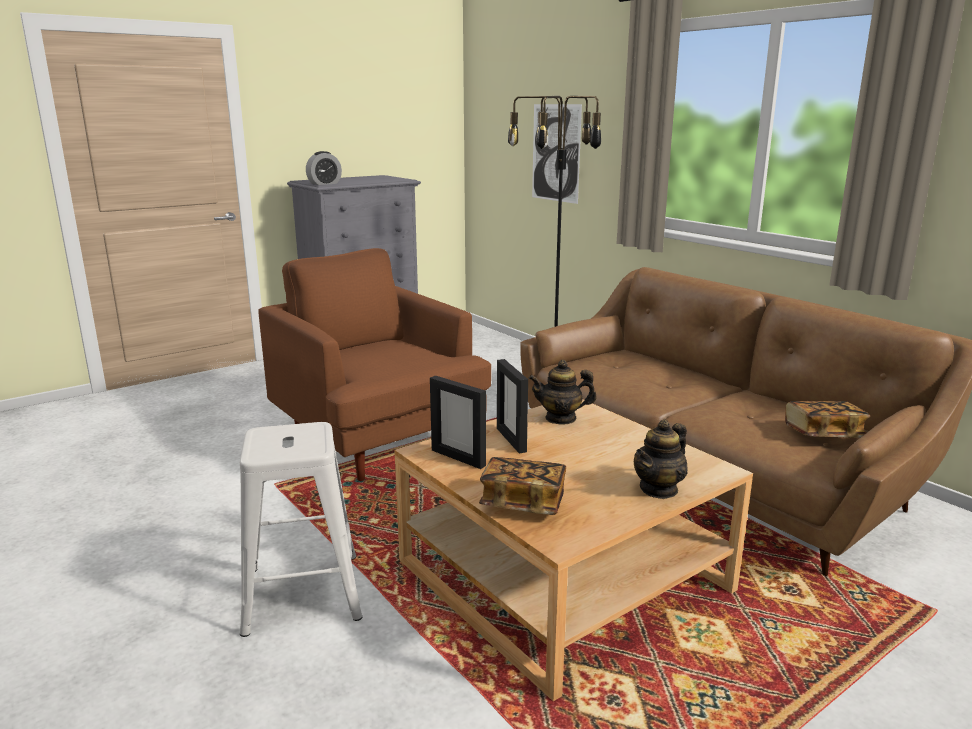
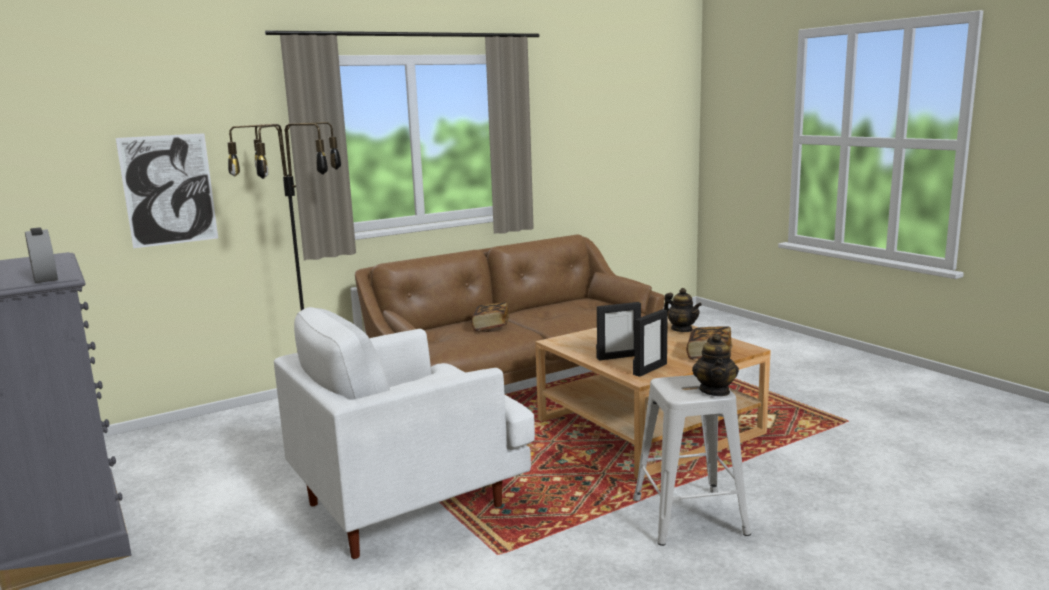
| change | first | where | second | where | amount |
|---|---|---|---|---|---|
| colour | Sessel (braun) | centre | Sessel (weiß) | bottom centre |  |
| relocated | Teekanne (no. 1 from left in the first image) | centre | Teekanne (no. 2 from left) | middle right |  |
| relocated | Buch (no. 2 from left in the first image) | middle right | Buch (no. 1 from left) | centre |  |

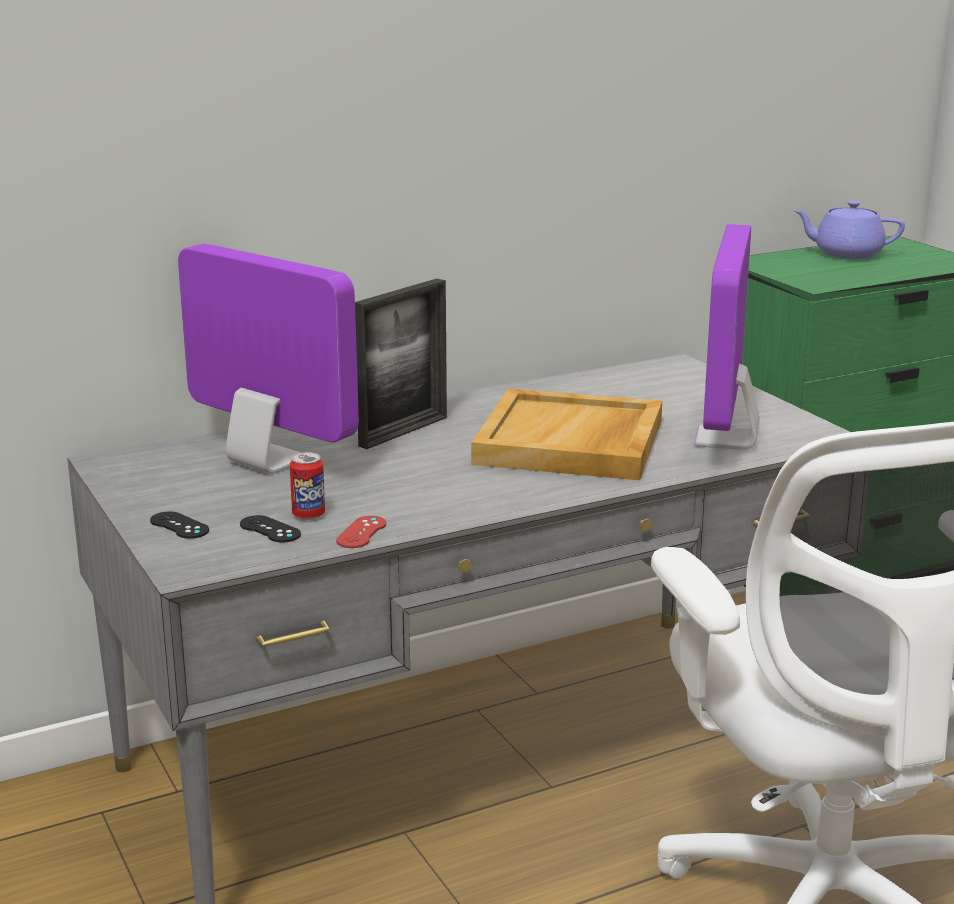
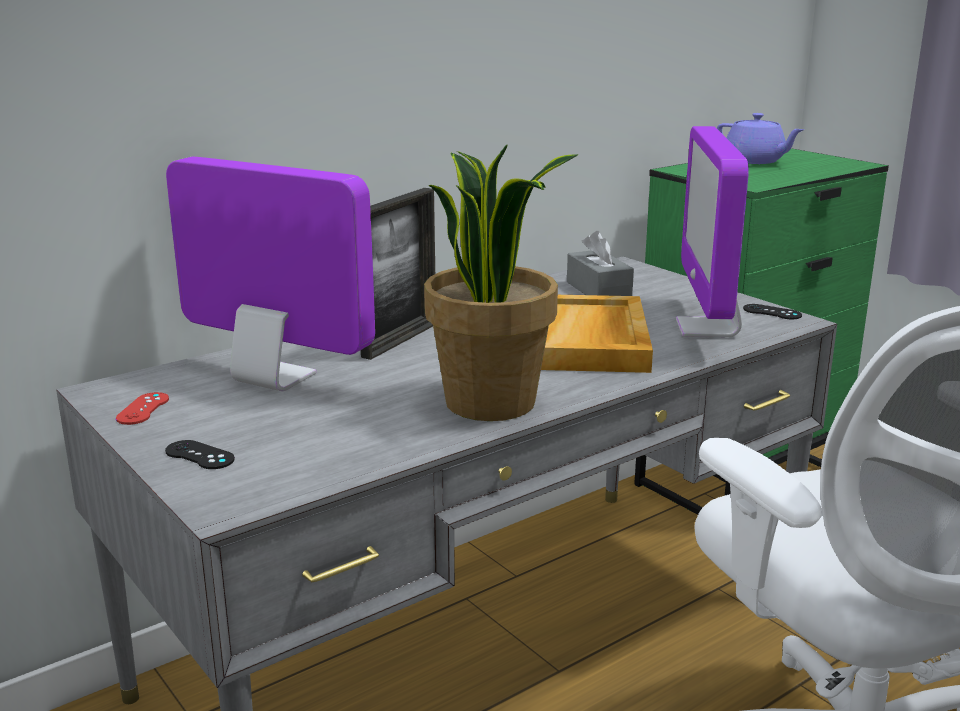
| change | first | where | second | where | amount |
|---|---|---|---|---|---|
| spun | Teekanne (lila) | top right |  | top right | 135 degrees counterclockwise |
| missing | Dose | middle left |  |  |  |
| relocated | Gamepad (schwarz) (no. 2 from left) | middle left |  | middle right |  |
| relocated | Gamepad (rot) | centre |  | middle left |  |
| appeared |  |  | Topfpflanze | centre |  |
| appeared |  |  | Taschentuchbox (grau) | centre |  |

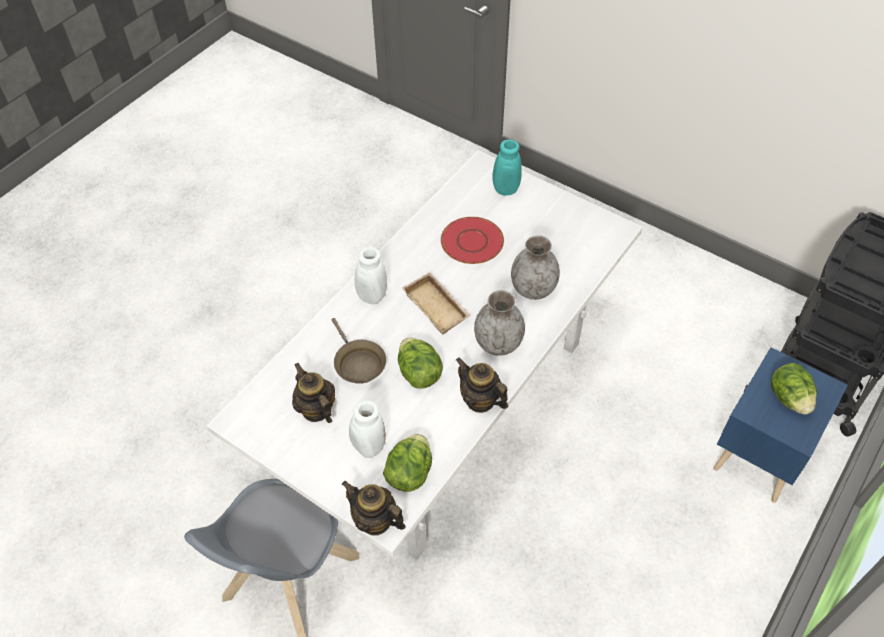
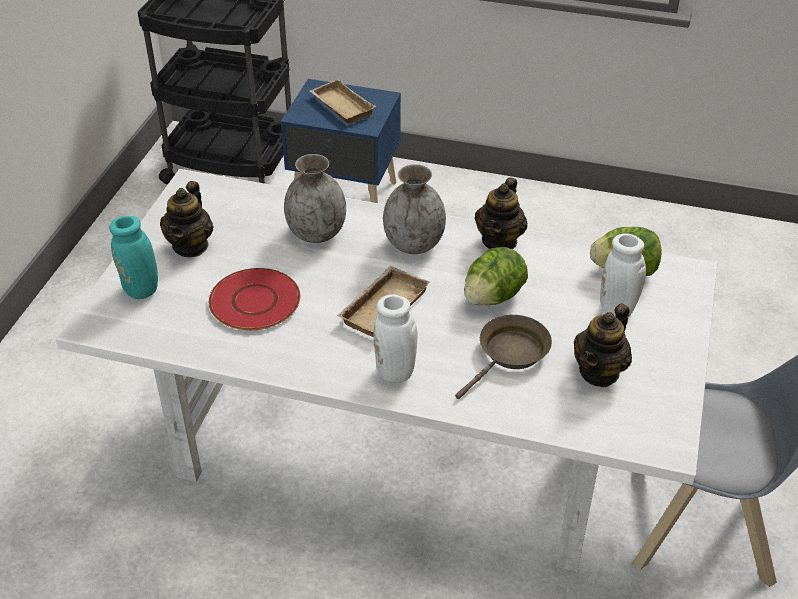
| change | first | where | second | where | amount |
|---|---|---|---|---|---|
| exchanged | Salatkopf (no. 3 from left) | middle right | Tablett (beige) (no. 1 from left) | top centre |  |
| relocated | Teekanne (no. 2 from left in the first image) | bottom centre | Teekanne (no. 1 from left) | middle left |  |

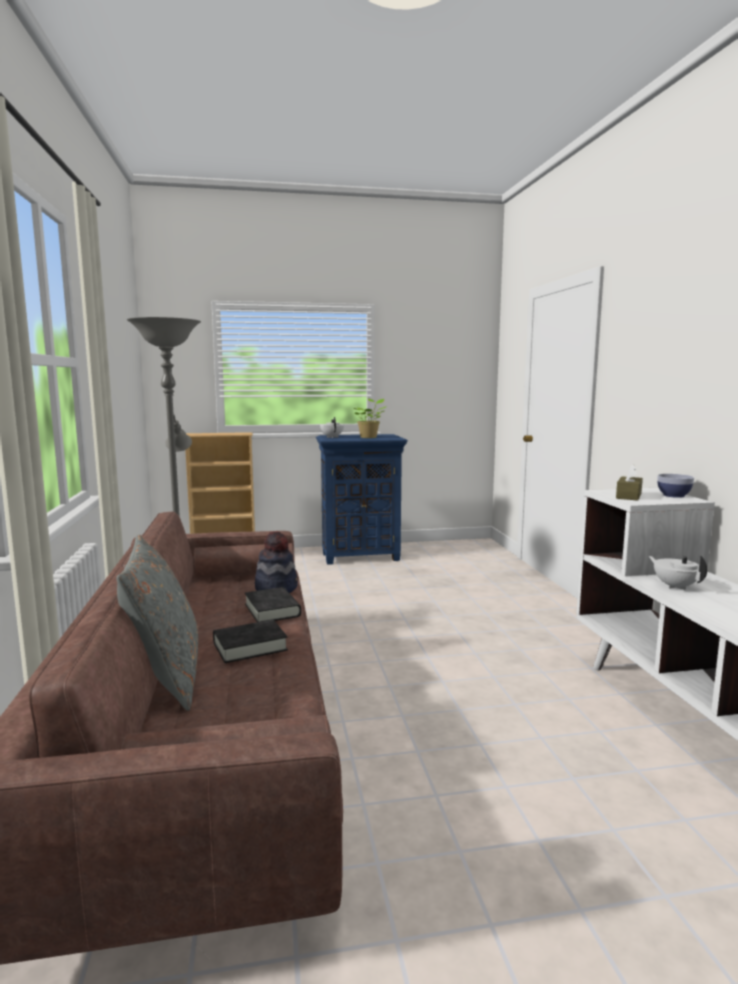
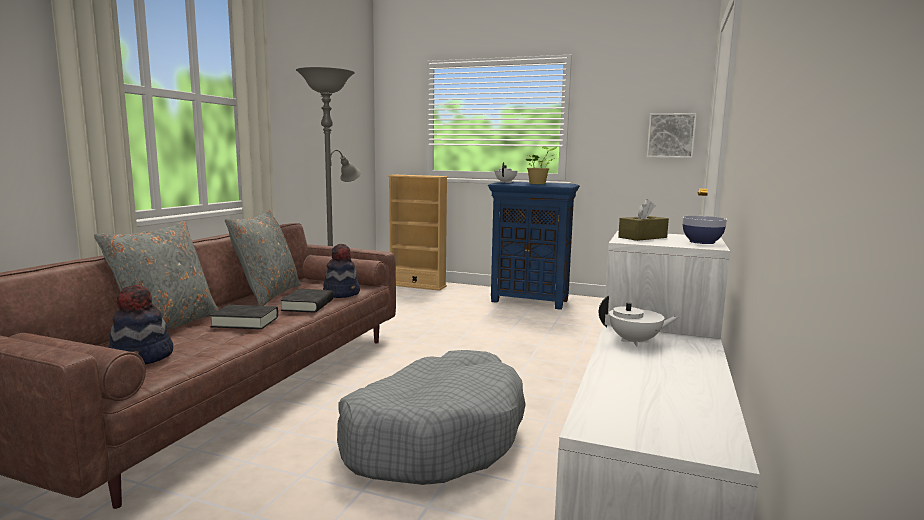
| change | first | where | second | where | amount |
|---|---|---|---|---|---|
| spun | Teekanne (weiß) (no. 2 from left) | middle right |  | middle right | 90 degrees clockwise |
| appeared |  |  | Bild | top right |  |
| appeared |  |  | Kissen (grau) (no. 2 from left) | middle left |  |
| appeared |  |  | Hut (no. 1 from left) | middle left |  |
| appeared |  |  | Hundebett (grau) | bottom centre |  |

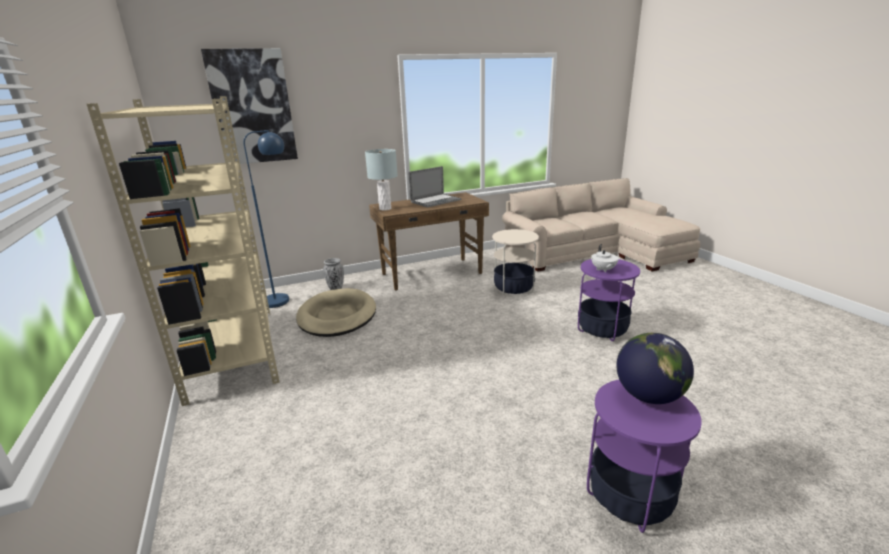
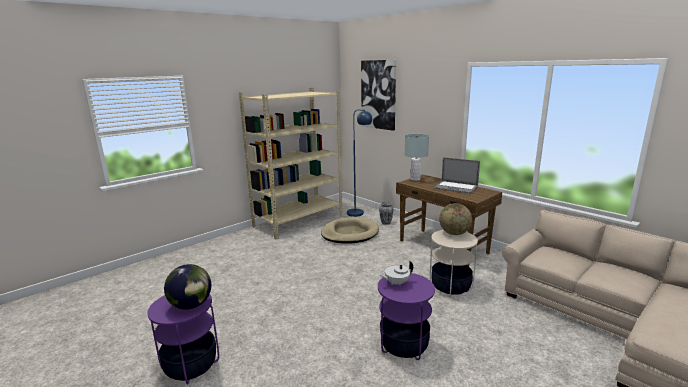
| change | first | where | second | where | amount |
|---|---|---|---|---|---|
| appeared |  |  | Globus (no. 2 from left) | centre |  |

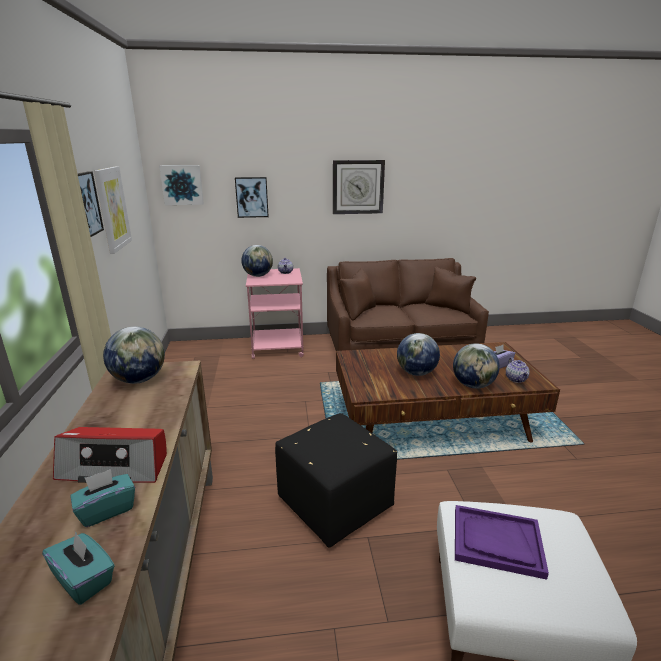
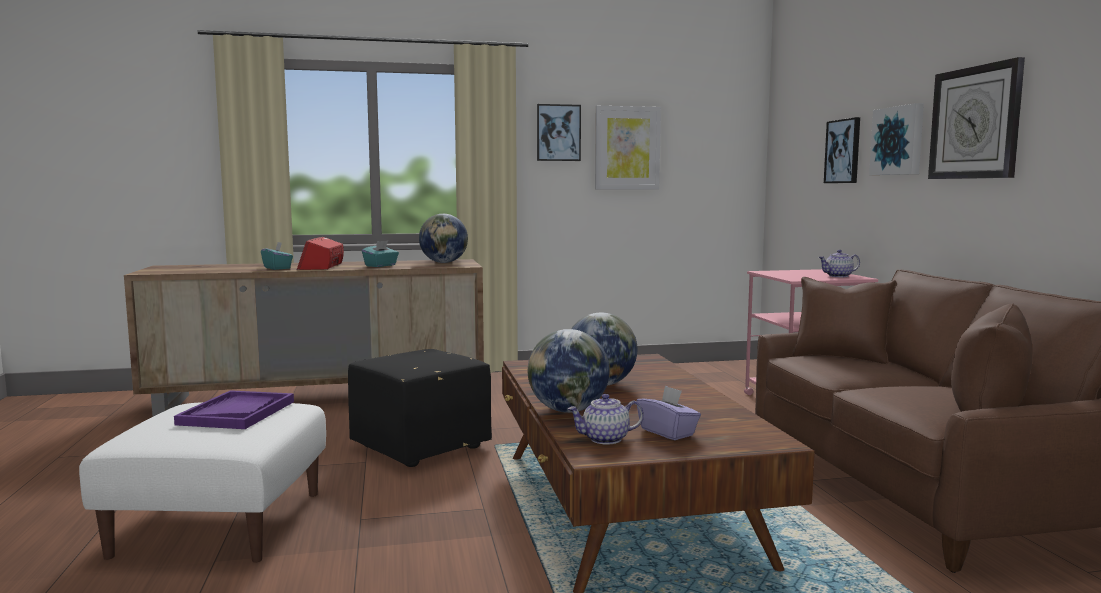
| change | first | where | second | where | amount |
|---|---|---|---|---|---|
| relocated | Bild (no. 3 from left in the first image) | top left | Bild (no. 4 from left) | top right |  |
| missing | Globus (no. 2 from left) | centre |  |  |  |
| relocated | Taschentuchbox (türkis) (no. 1 from left in the first image) | bottom left | Taschentuchbox (türkis) (no. 2 from left) | centre |  |

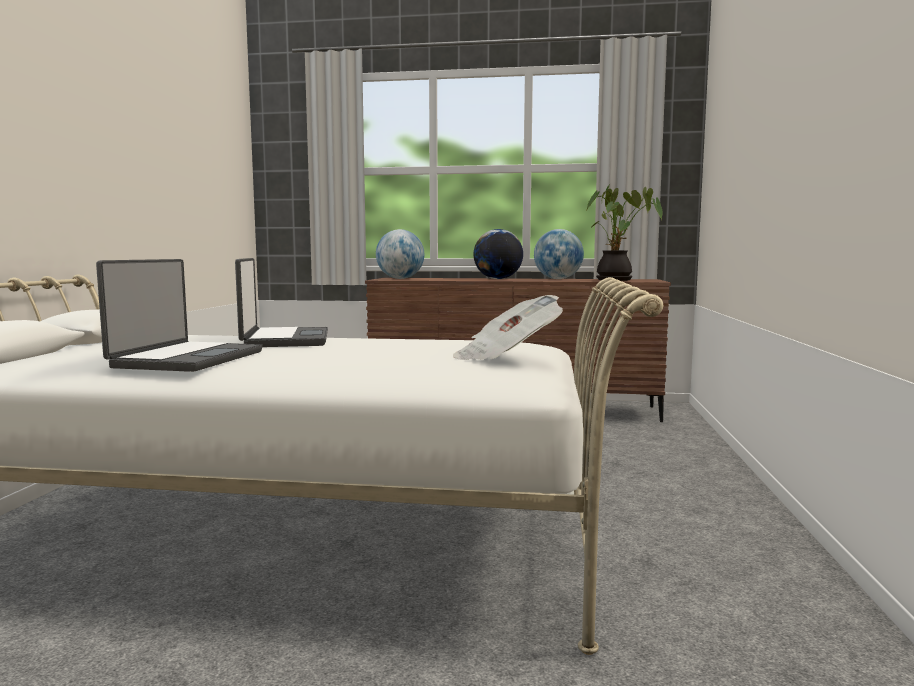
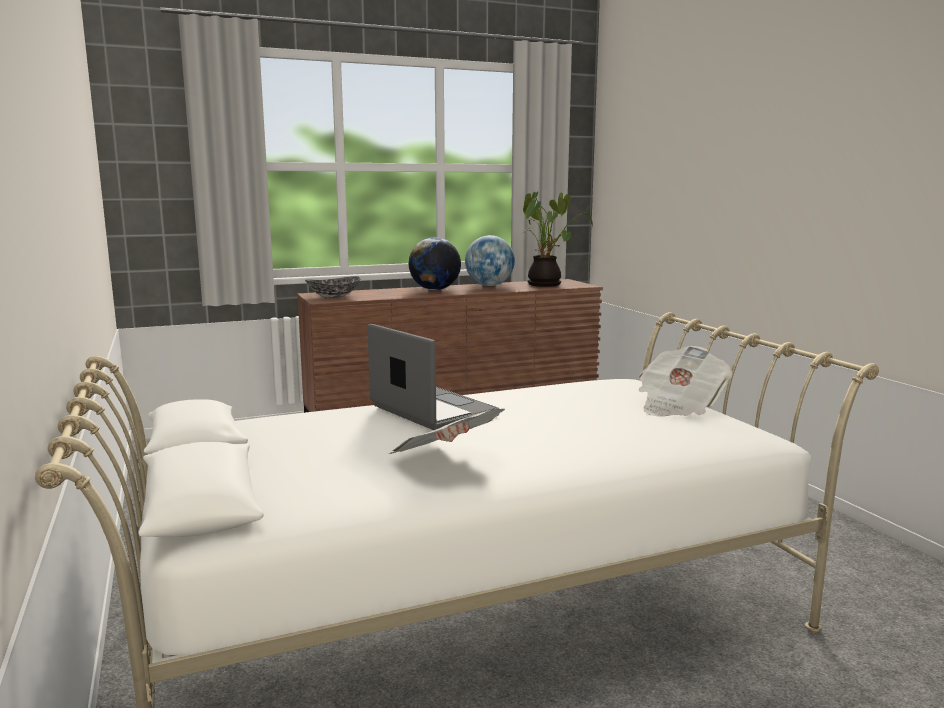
| change | first | where | second | where | amount |
|---|---|---|---|---|---|
| exchanged | Globus (no. 1 from left) | centre | Schüssel | centre |  |
| exchanged | Laptop (no. 1 from left) | middle left | Zeitung (no. 1 from left) | centre |  |

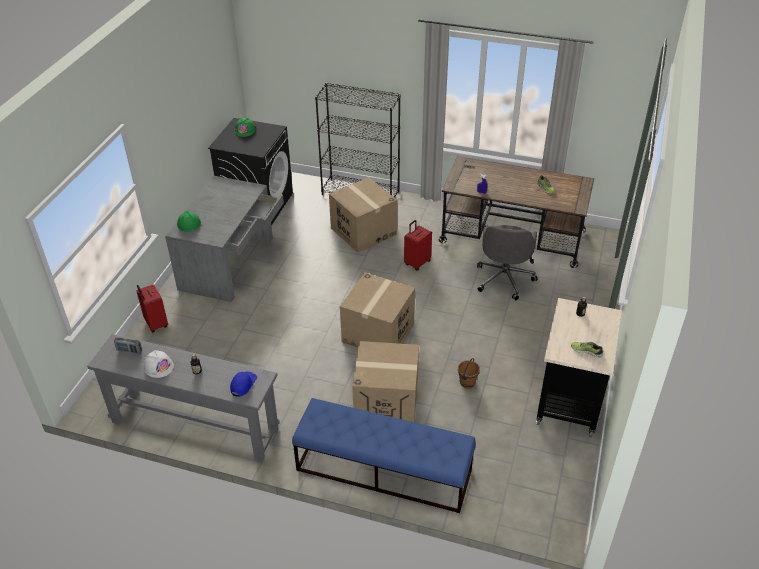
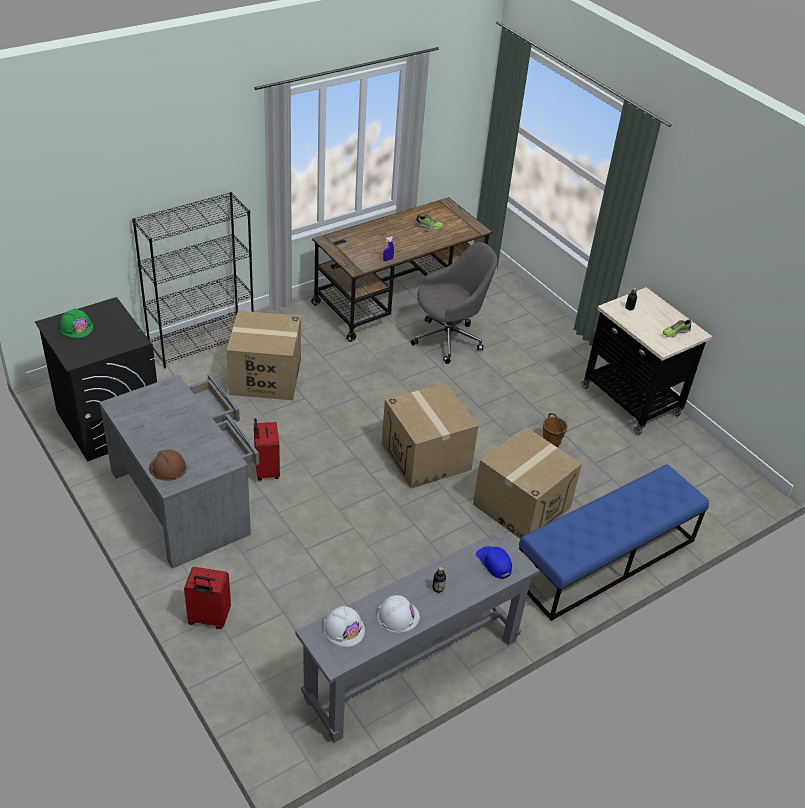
| change | first | where | second | where | amount |
|---|---|---|---|---|---|
| colour | Schutzhelm (grün) (no. 1 from left) | middle left | Schutzhelm (braun) | middle left |  |
| relocated | Koffer (rot) (no. 2 from left) | centre |  | middle left |  |
| spun | Bürostuhl (grau) | middle right |  | centre | 75 degrees counterclockwise |
| exchanged | Radio | middle left | Schutzhelm (weiß) (no. 1 from left) | bottom centre |  |

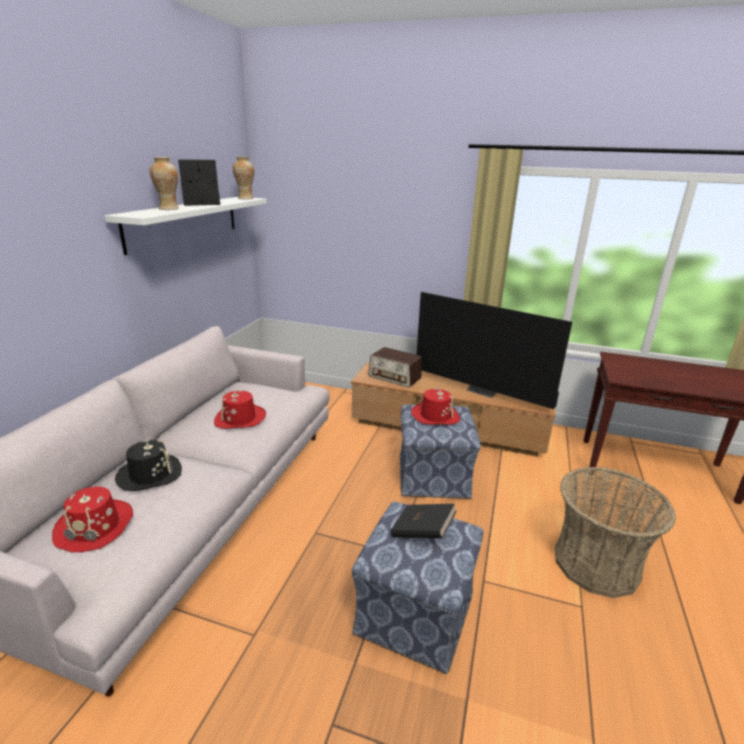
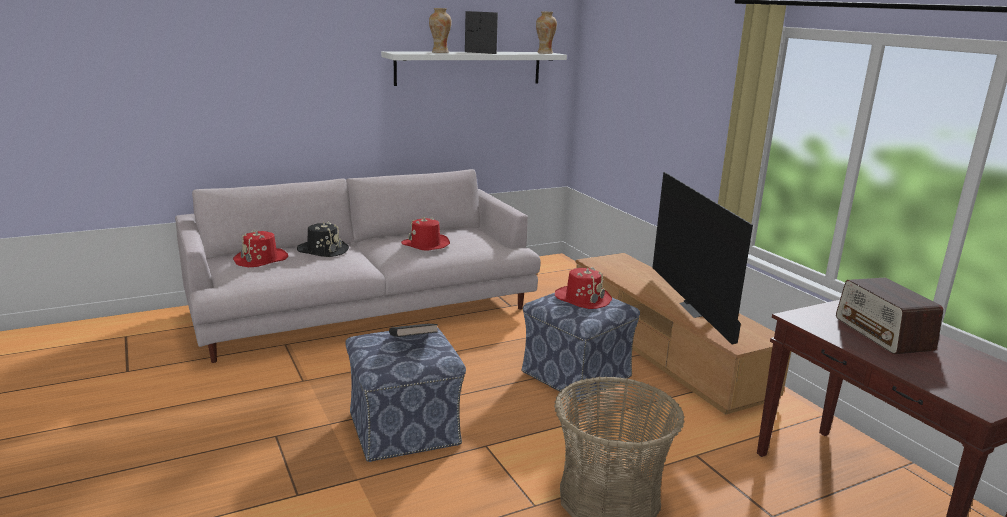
| change | first | where | second | where | amount |
|---|---|---|---|---|---|
| relocated | Radio | centre |  | middle right |  |

